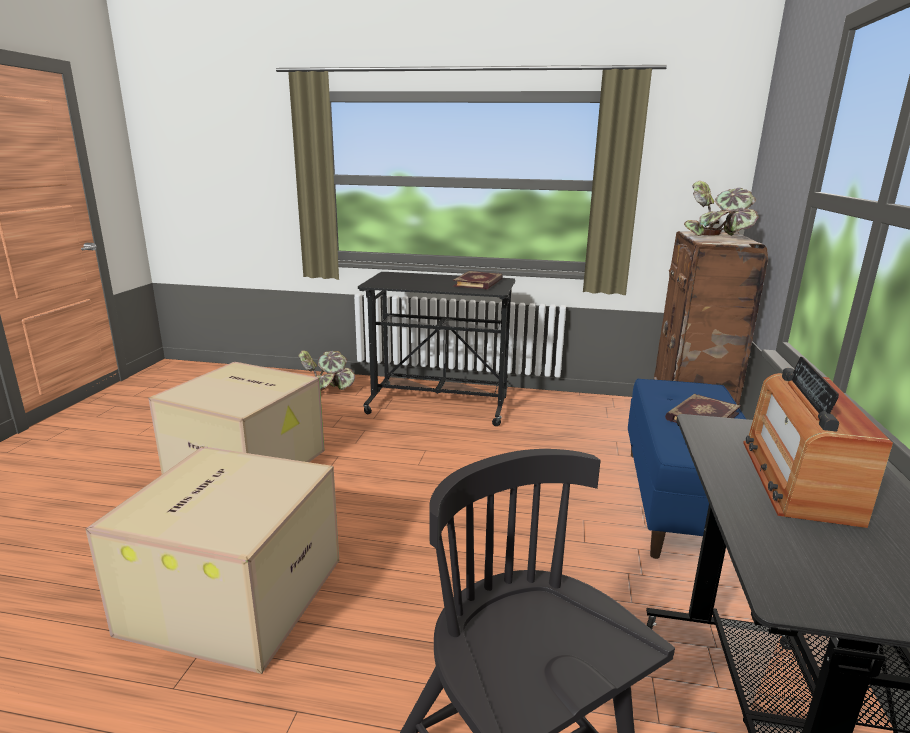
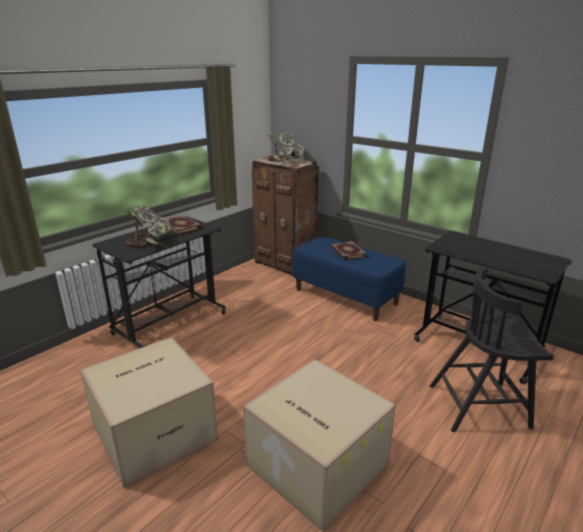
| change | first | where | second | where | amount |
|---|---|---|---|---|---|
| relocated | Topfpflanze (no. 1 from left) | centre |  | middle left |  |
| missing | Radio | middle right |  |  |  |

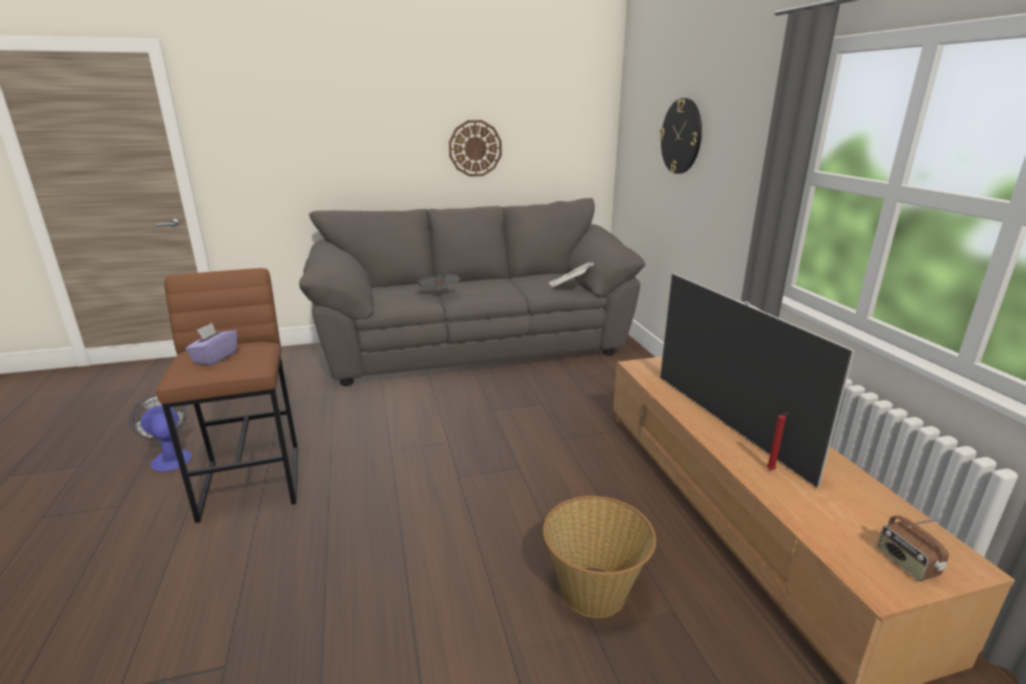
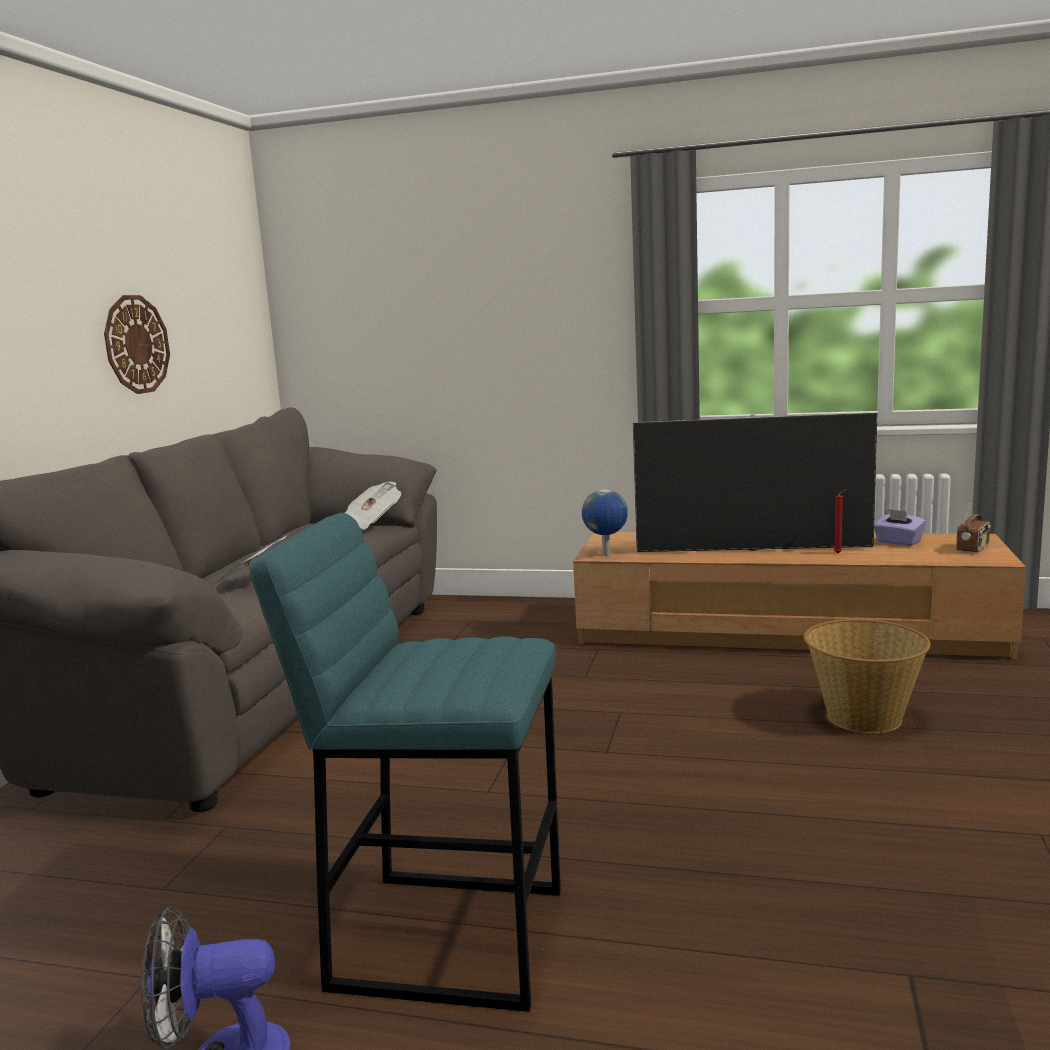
| change | first | where | second | where | amount |
|---|---|---|---|---|---|
| missing | Wanduhr (no. 2 from left) | top centre |  |  |  |
| colour | Hocker (braun) | middle left | Hocker (türkis) | bottom centre |  |
| relocated | Taschentuchbox (lila) | middle left |  | middle right |  |
| spun | Radio | bottom right |  | middle right | 60 degrees counterclockwise |
| appeared |  |  | Globus | centre |  |

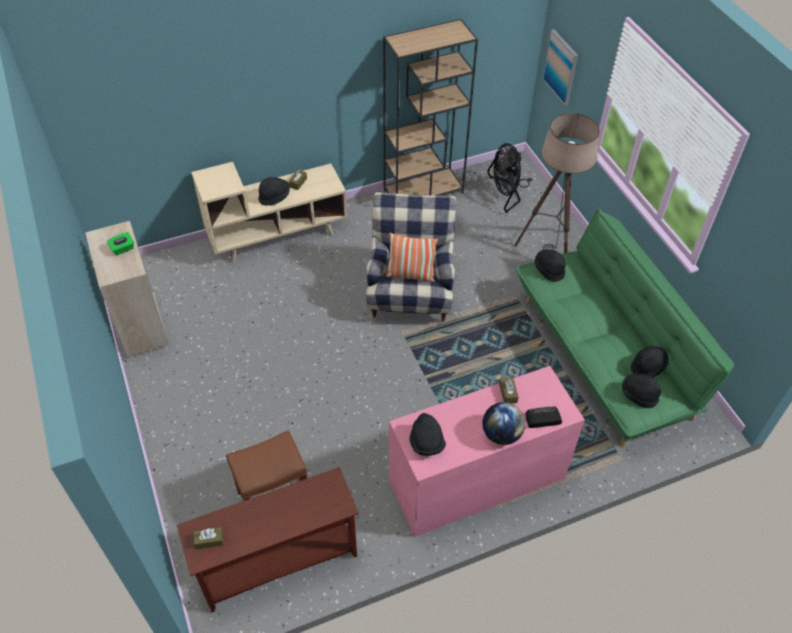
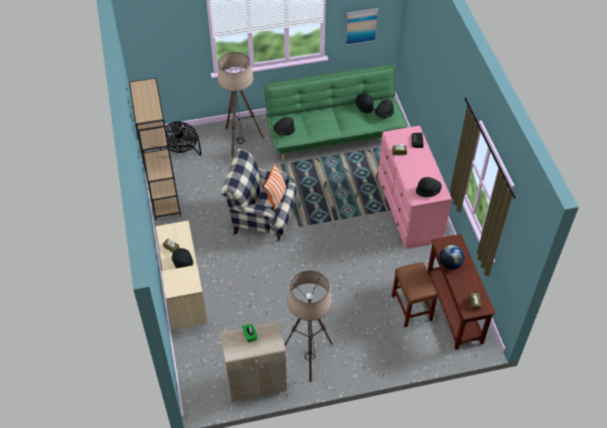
| change | first | where | second | where | amount |
|---|---|---|---|---|---|
| relocated | Bild | top right |  | top centre |  |
| relocated | Globus | bottom centre |  | middle right |  |
| appeared |  |  | Stehlampe (no. 2 from left) | bottom centre |  |

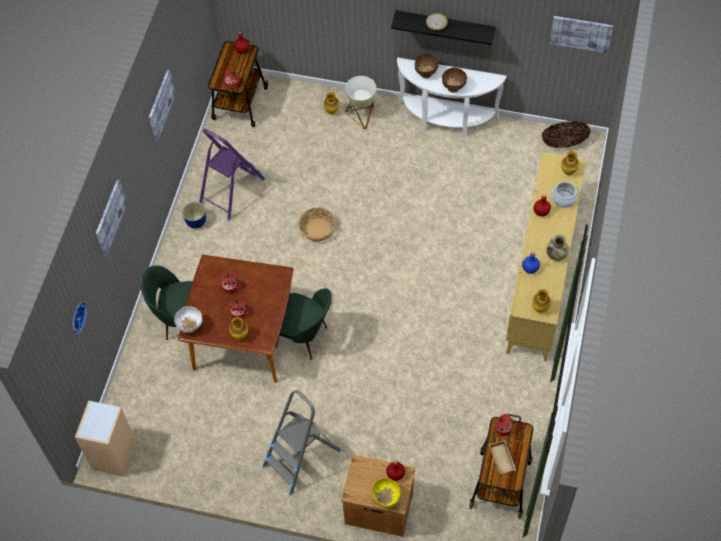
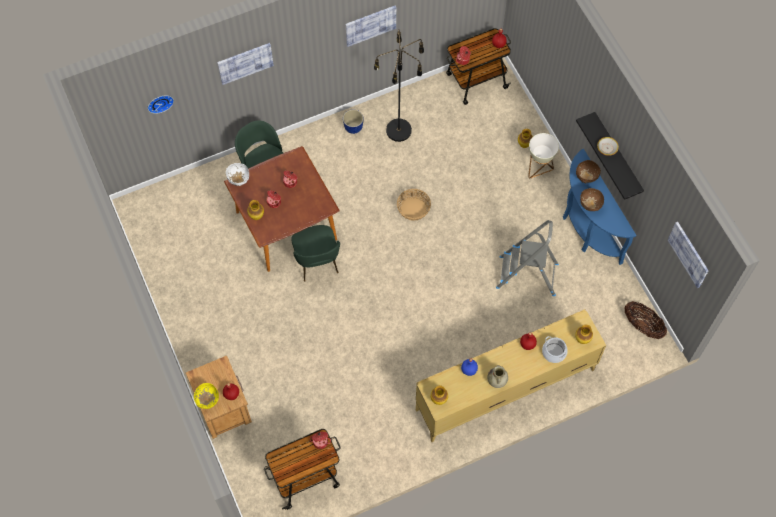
| change | first | where | second | where | amount |
|---|---|---|---|---|---|
| colour | Konsolentisch (weiß) | top centre | Konsolentisch (blau) | middle right |  |
| exchanged | Trittleiter (lila) | top left | Stehlampe | top centre |  |
| relocated | Trittleiter (grau) | bottom centre |  | middle right |  |
| missing | Bücherregal | bottom left |  |  |  |
| missing | Tablett (beige) | bottom right |  |  |  |

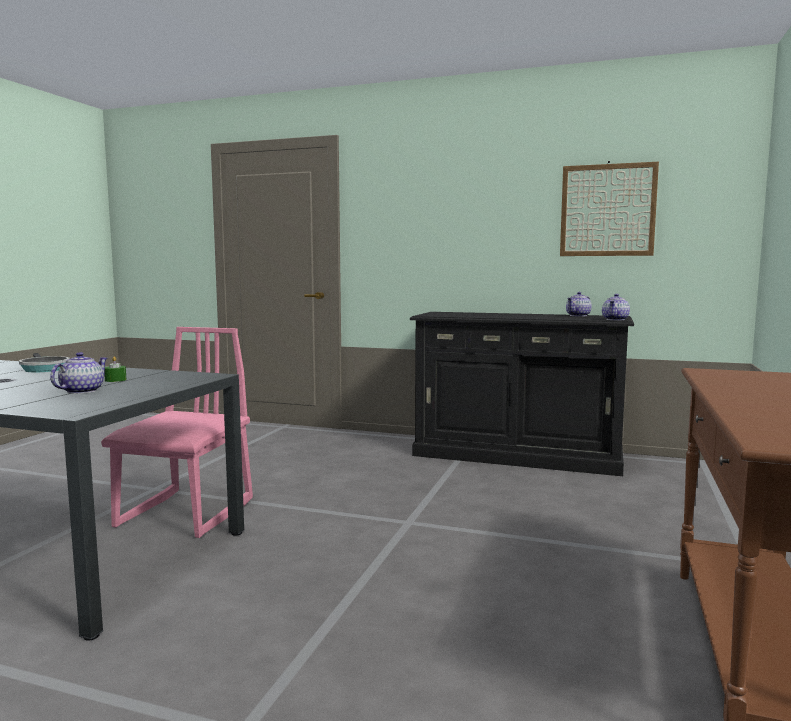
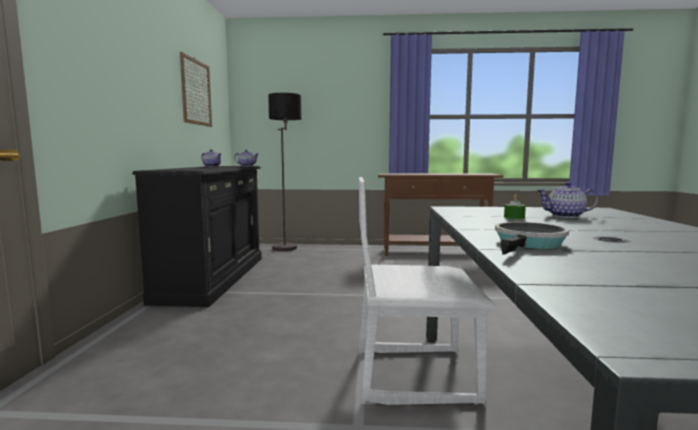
| change | first | where | second | where | amount |
|---|---|---|---|---|---|
| colour | Stuhl (rosa) | middle left | Stuhl (weiß) | bottom centre |  |
| appeared |  |  | Stehlampe (schwarz) | centre |  |

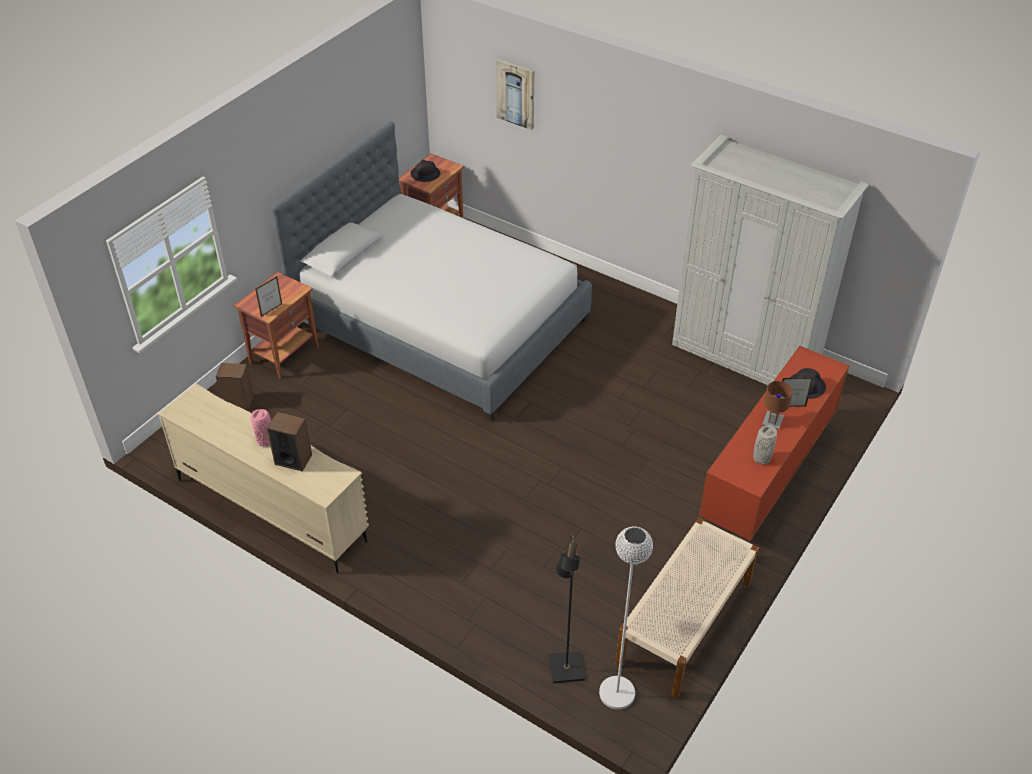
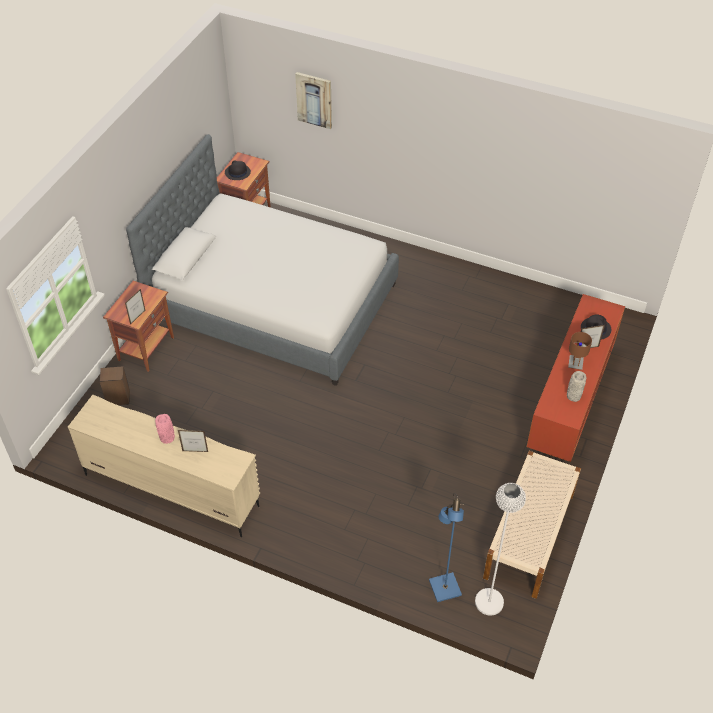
| change | first | where | second | where | amount |
|---|---|---|---|---|---|
| missing | Kleiderschrank (weiß) | middle right |  |  |  |
| exchanged | Lautsprecher (no. 2 from left) | middle left | Bilderrahmen (no. 2 from left) | middle left |  |
| colour | Stehlampe (schwarz) | bottom centre | Stehlampe (blau) | bottom centre |  |

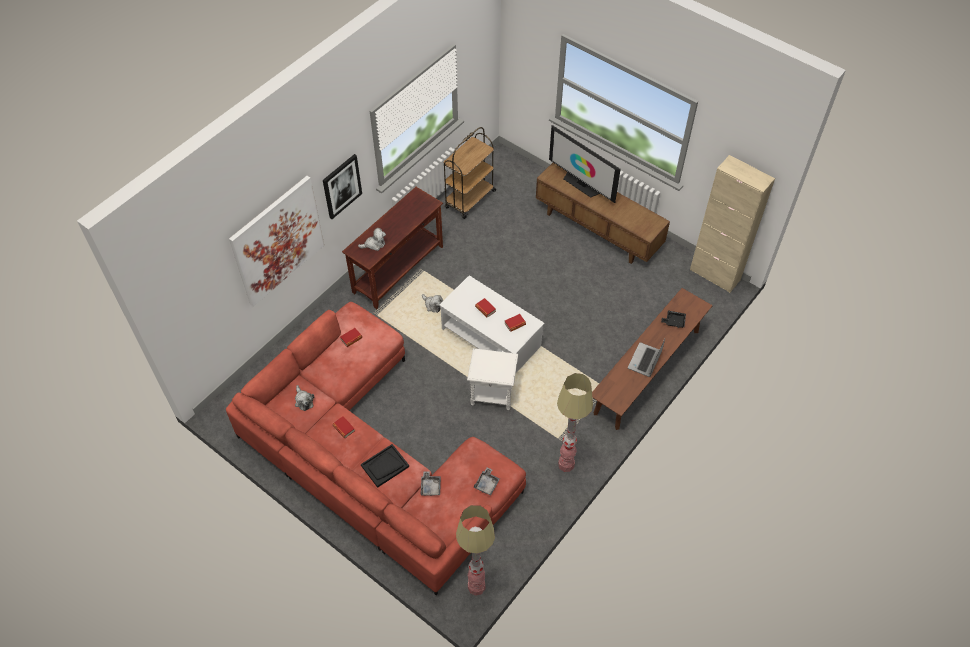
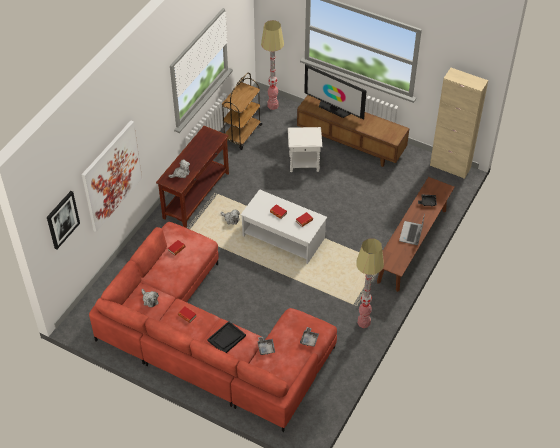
| change | first | where | second | where | amount |
|---|---|---|---|---|---|
| relocated | Bild (no. 2 from left in the first image) | top centre | Bild (no. 1 from left) | middle left |  |
| relocated | Beistelltisch (weiß) | centre |  | top centre |  |
| relocated | Stehlampe (no. 1 from left) | bottom centre |  | top centre |  |

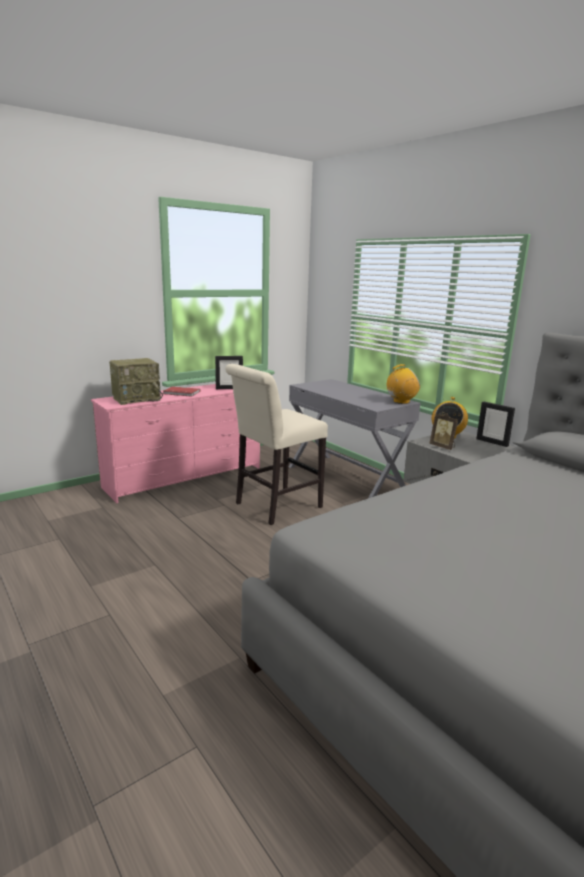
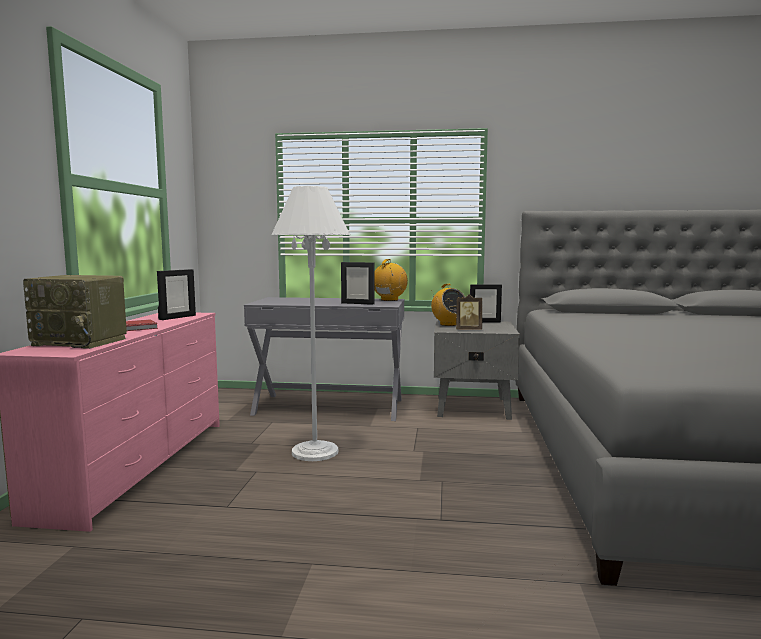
| change | first | where | second | where | amount |
|---|---|---|---|---|---|
| spun | Radio (no. 1 from left) | middle left |  | middle left | 90 degrees clockwise |
| exchanged | Hocker (beige) | centre | Stehlampe (weiß) | centre |  |
| appeared |  |  | Bilderrahmen (no. 2 from left) | centre |  |

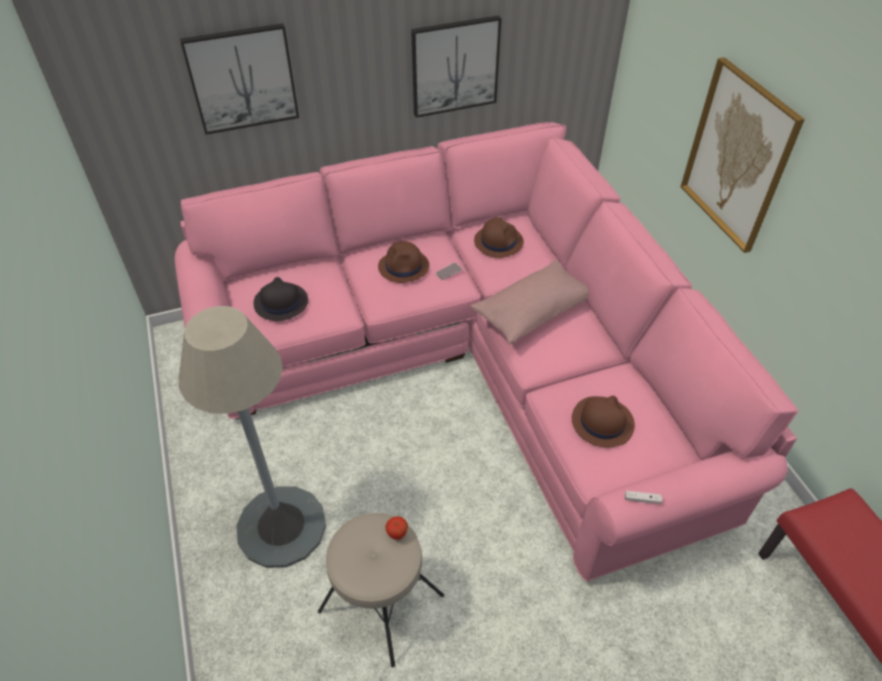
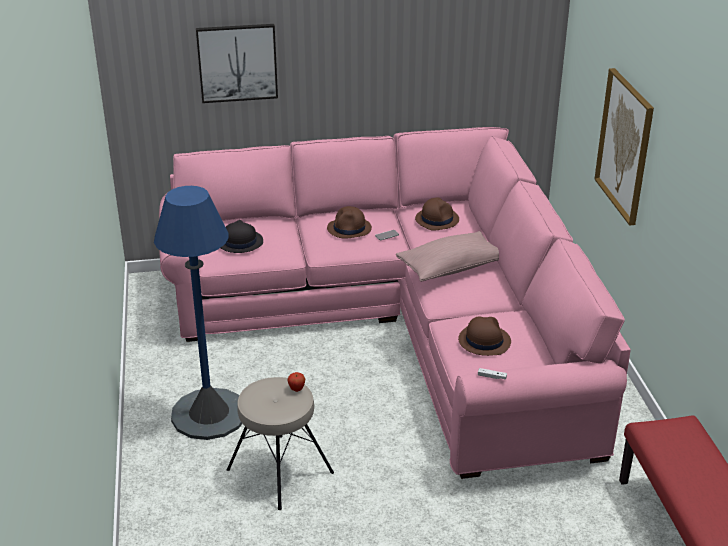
| change | first | where | second | where | amount |
|---|---|---|---|---|---|
| missing | Bild (no. 2 from left) | top centre |  |  |  |
| colour | Stehlampe (grau) | middle left | Stehlampe (blau) | middle left |  |

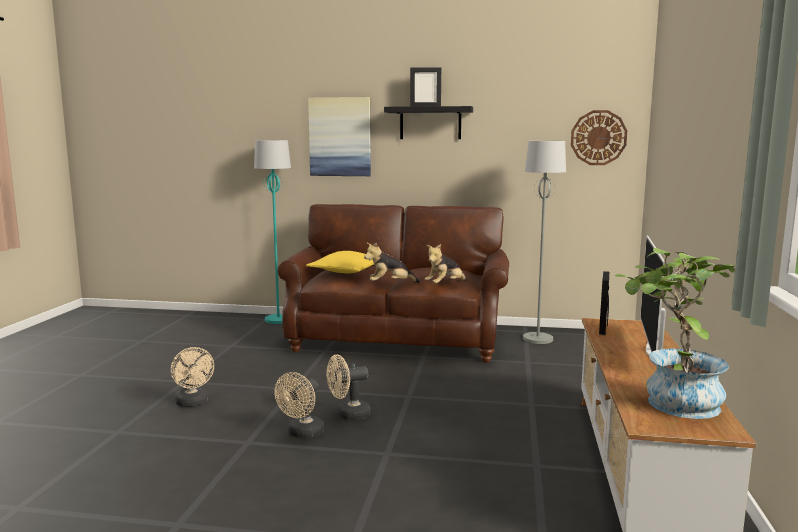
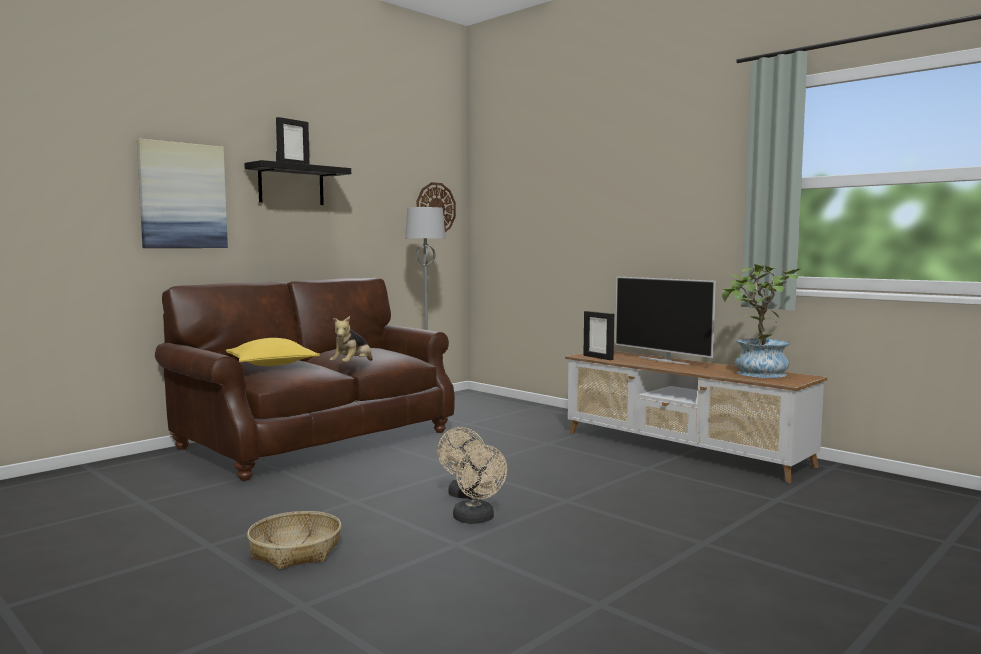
| change | first | where | second | where | amount |
|---|---|---|---|---|---|
| missing | Stehlampe (türkis) | centre |  |  |  |
| missing | Plüschtier (no. 2 from left) | centre |  |  |  |
| exchanged | Ventilator (beige) (no. 1 from left) | bottom left | Korb | bottom left |  |

